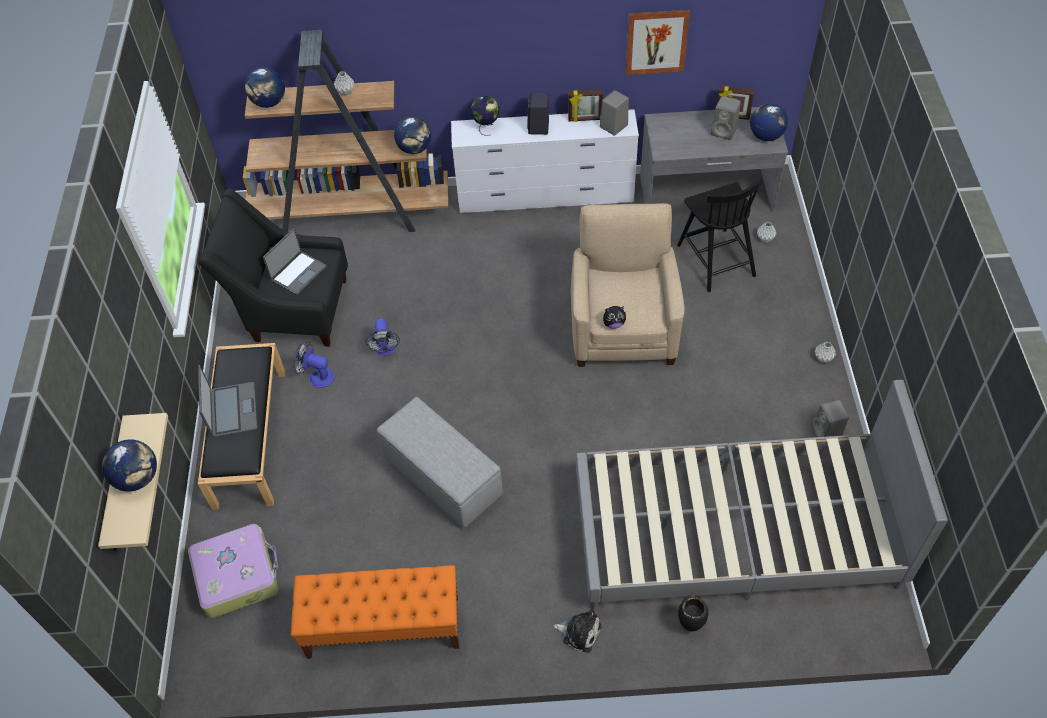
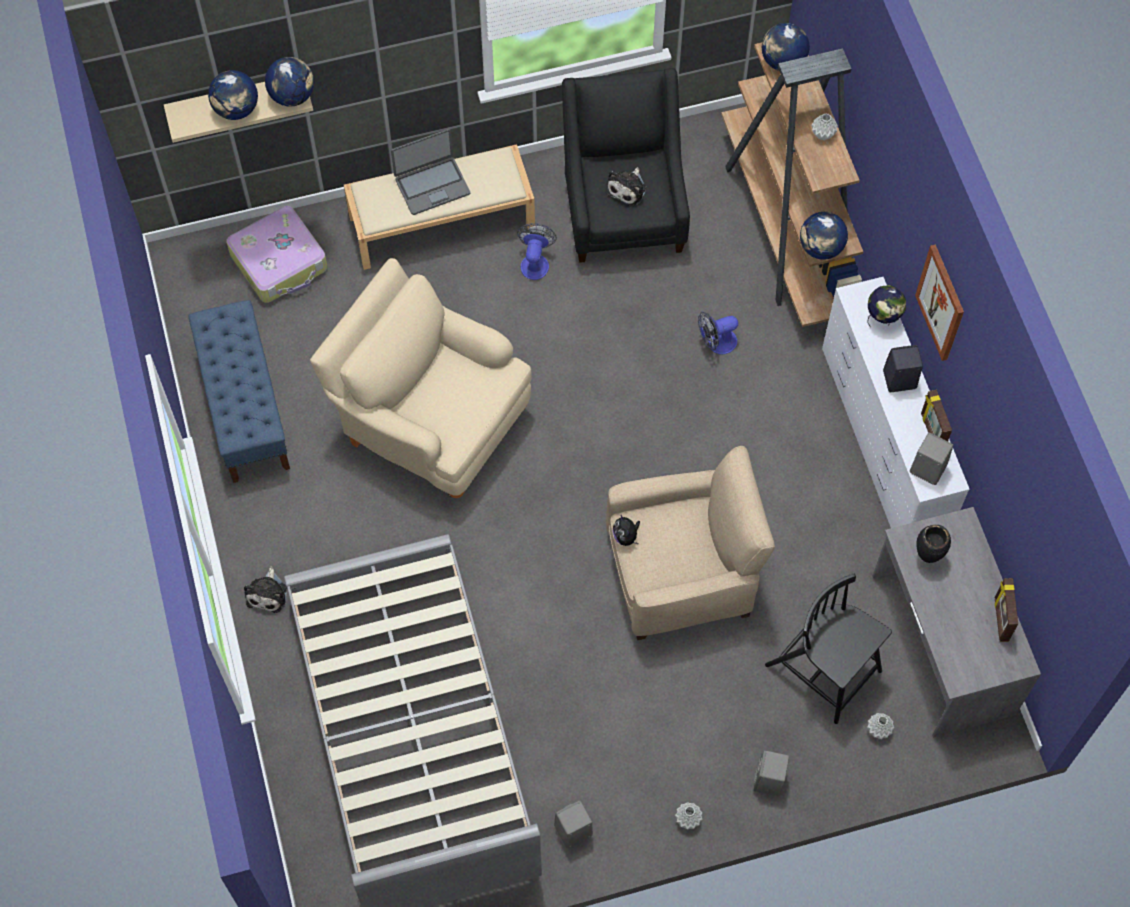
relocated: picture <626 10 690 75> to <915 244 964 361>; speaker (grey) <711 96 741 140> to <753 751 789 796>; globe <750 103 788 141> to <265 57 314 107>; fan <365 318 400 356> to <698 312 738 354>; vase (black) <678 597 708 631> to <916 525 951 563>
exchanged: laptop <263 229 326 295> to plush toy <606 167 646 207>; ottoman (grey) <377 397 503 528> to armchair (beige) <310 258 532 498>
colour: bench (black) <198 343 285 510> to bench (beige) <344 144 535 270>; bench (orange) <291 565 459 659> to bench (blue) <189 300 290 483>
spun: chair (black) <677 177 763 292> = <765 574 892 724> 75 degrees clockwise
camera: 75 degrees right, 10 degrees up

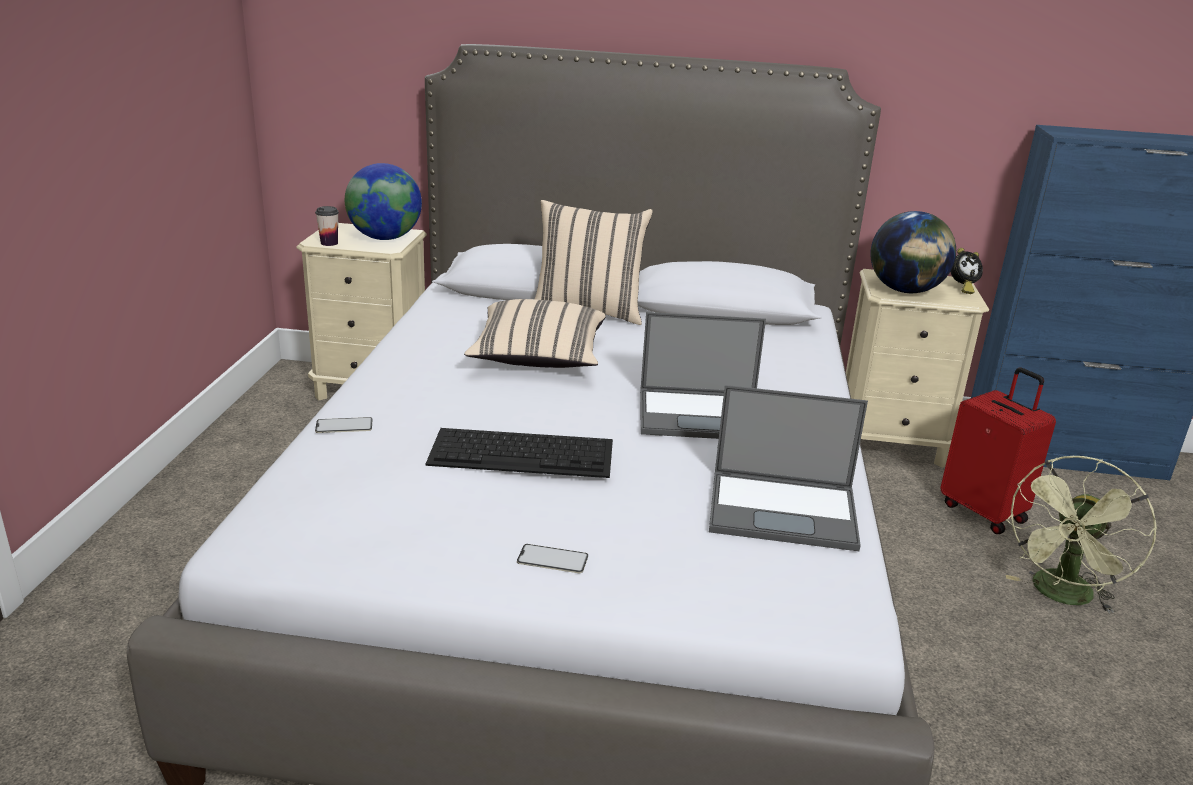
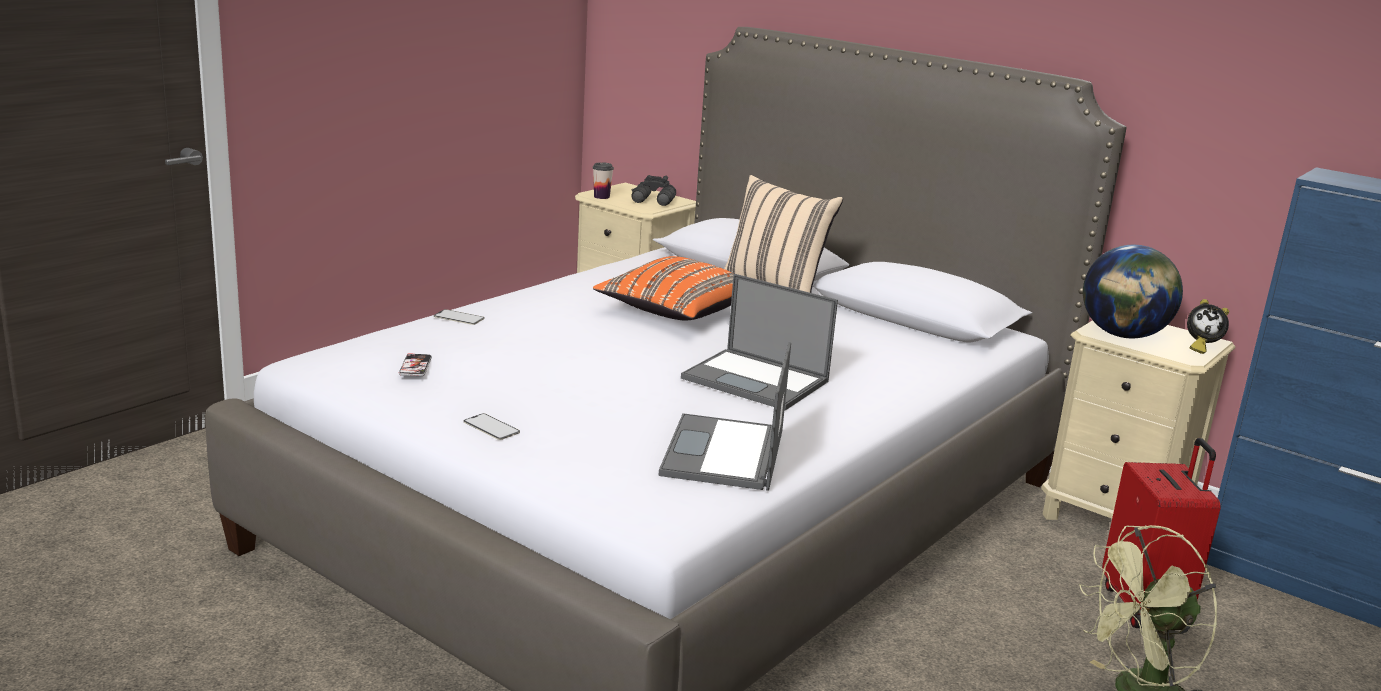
missing: keyboard <425 428 613 478>
appeared: phone <399 353 432 376>
exchanged: globe <345 163 422 240> to binoculars (black) <632 175 676 206>
colour: pillow (beige) <464 299 605 368> to pillow (orange) <593 256 734 321>
spun: laptop <709 385 868 551> = <659 342 791 491> 60 degrees clockwise
camera: 30 degrees right, 5 degrees down

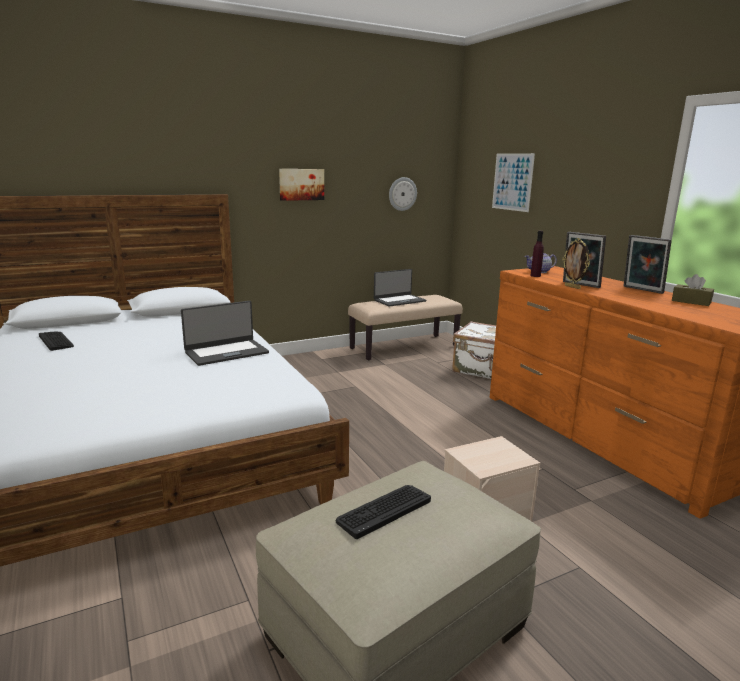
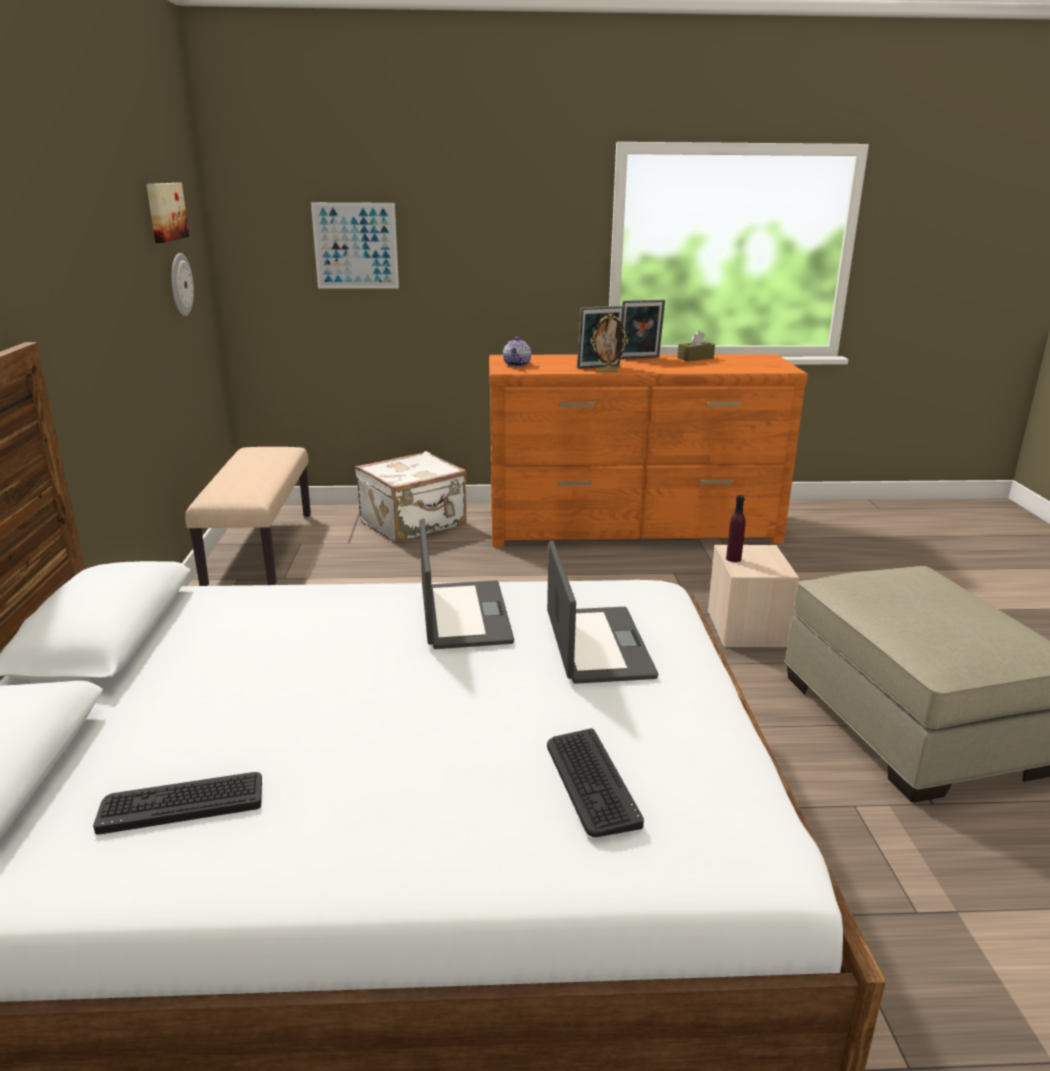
relocated: picture <279 169 324 201> to <146 183 189 243>; bottle (purple) <530 231 544 277> to <726 495 745 562>; laptop <374 269 426 307> to <547 541 658 684>; keyboard <336 485 431 539> to <547 729 644 837>
camera: 65 degrees left, 5 degrees up

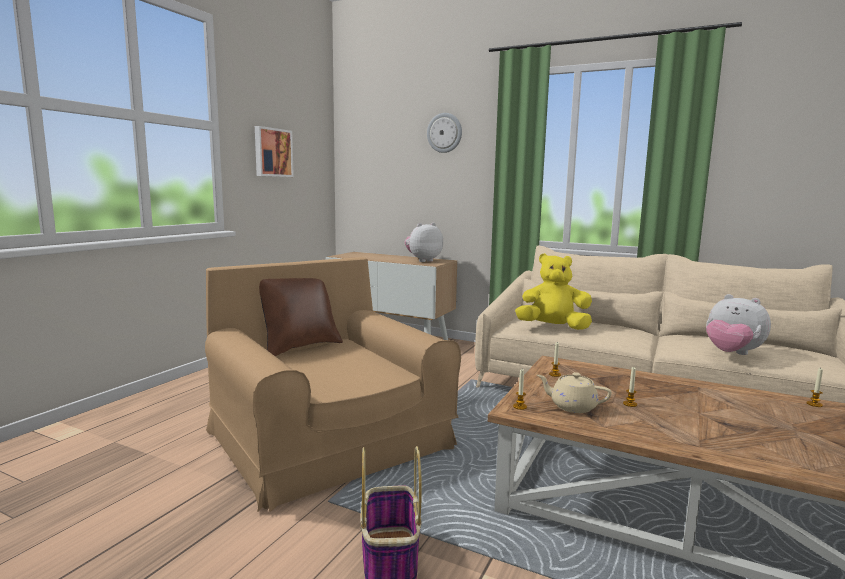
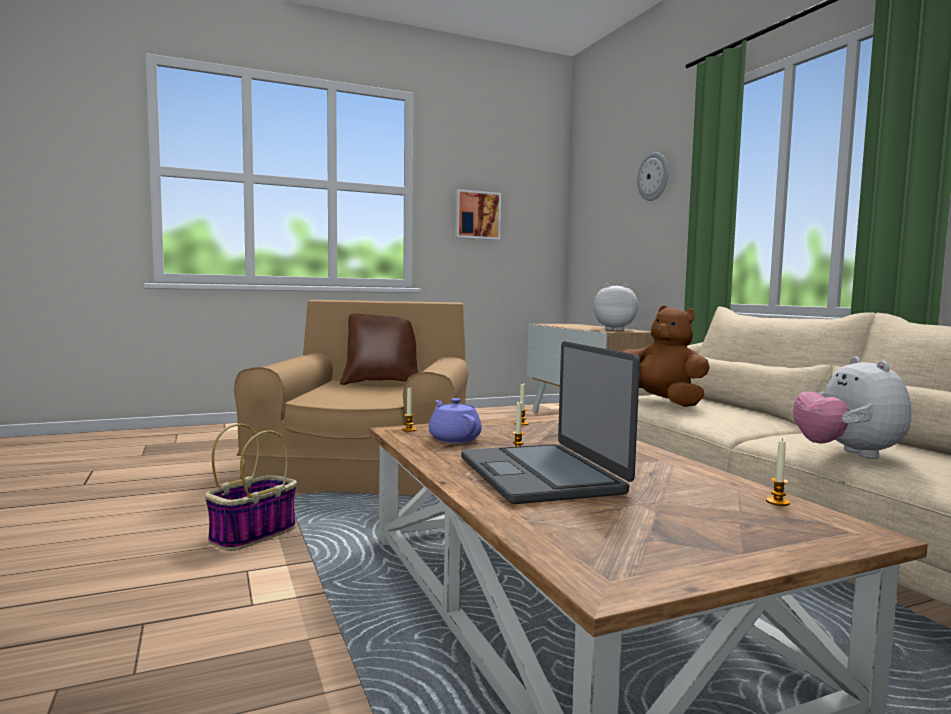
appeared: laptop <461 341 640 504>
colour: plush toy (yellow) <515 253 592 330> to plush toy (brown) <622 305 710 407>; teapot (beige) <537 372 612 413> to teapot (purple) <429 398 482 443>
camera: 40 degrees right, 5 degrees down

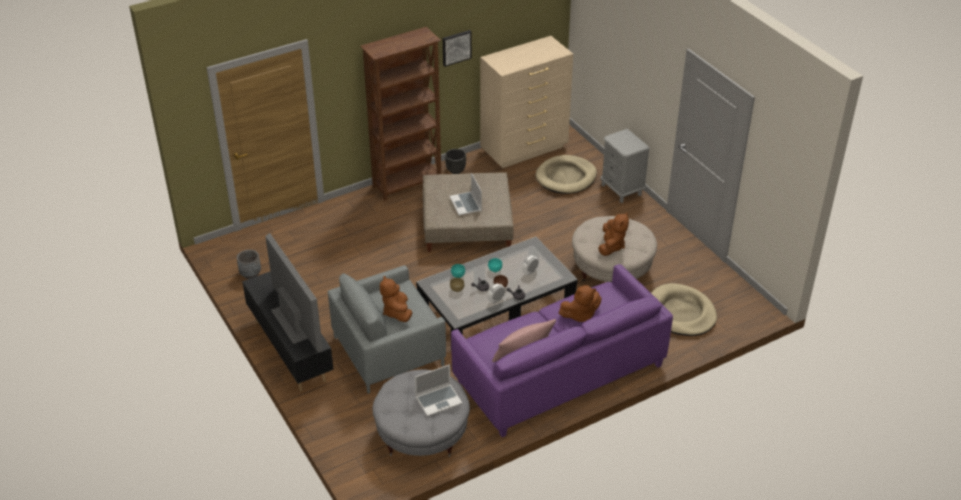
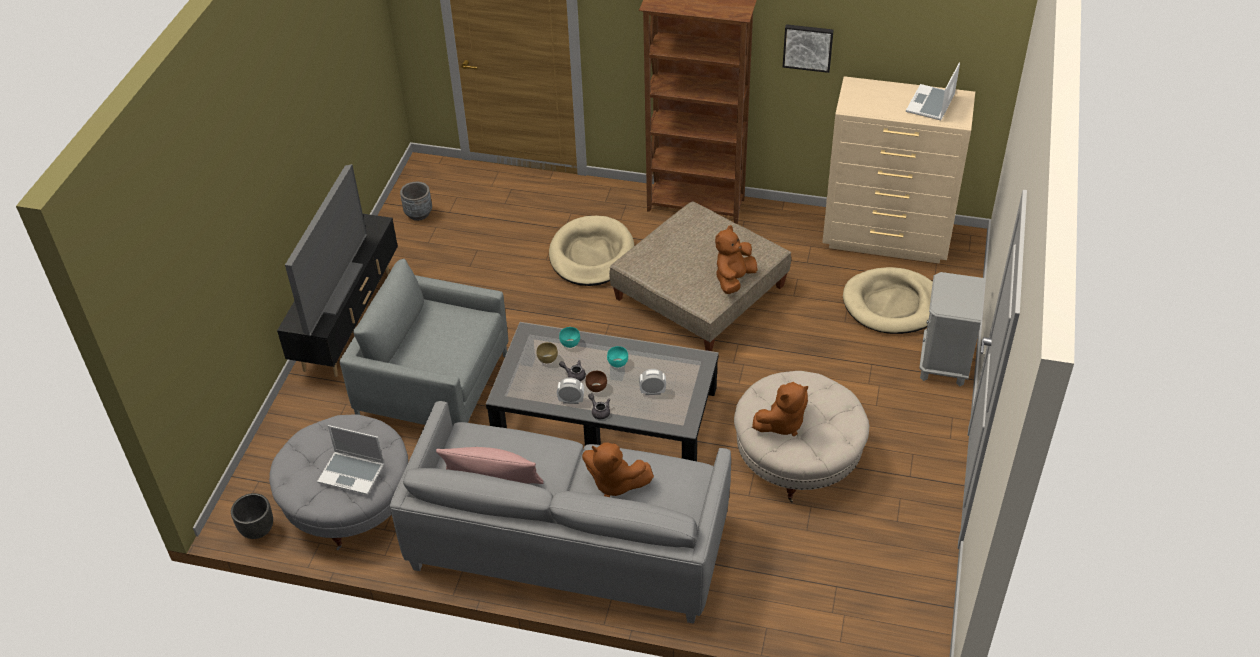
relocated: planter (black) <445 149 466 174> to <231 493 273 539>; laptop <449 173 482 215> to <906 62 960 120>; plush toy (brown) <380 275 412 322> to <715 225 757 294>; dog bed (beige) <651 283 717 336> to <549 216 634 286>
colour: sofa (purple) <451 264 673 437> to sofa (grey) <390 401 731 624>
camera: 45 degrees right, 5 degrees up

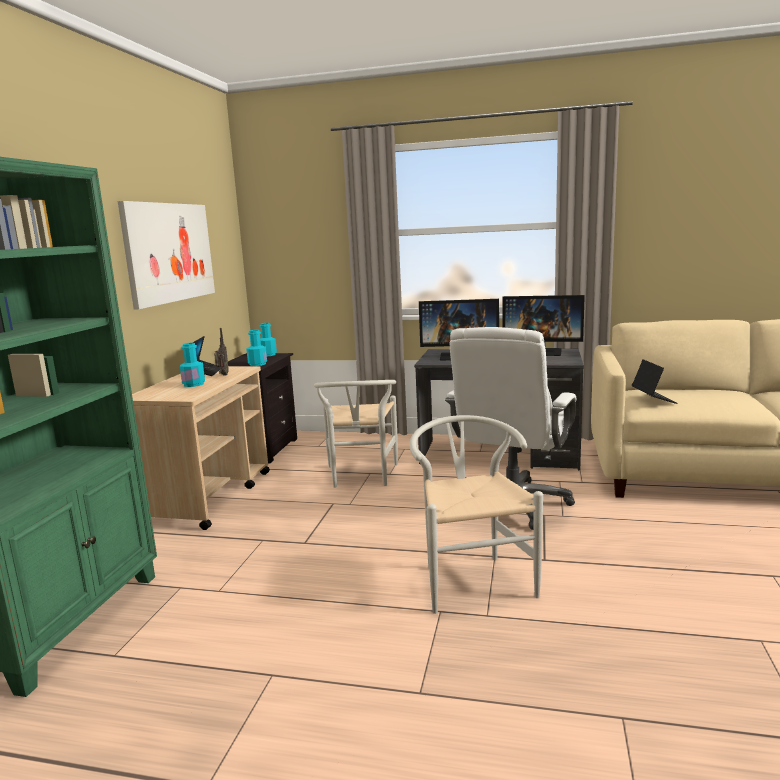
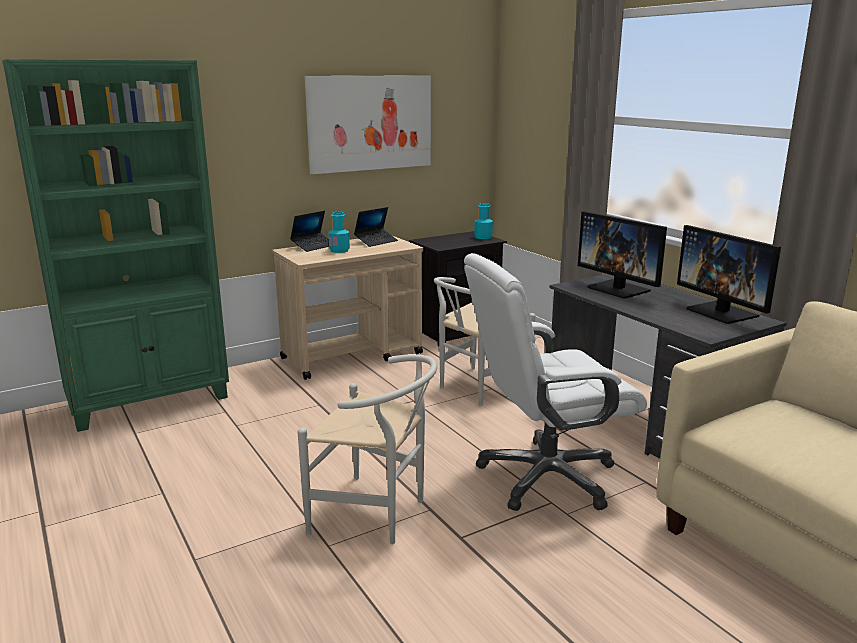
missing: radio <214 328 229 376>; bottle (turquoise) <246 330 267 366>
relocated: laptop <632 359 678 404> to <290 211 329 252>
spun: chair (white) <409 415 543 614> = <298 354 437 544> 75 degrees clockwise
camera: 45 degrees right, 5 degrees up

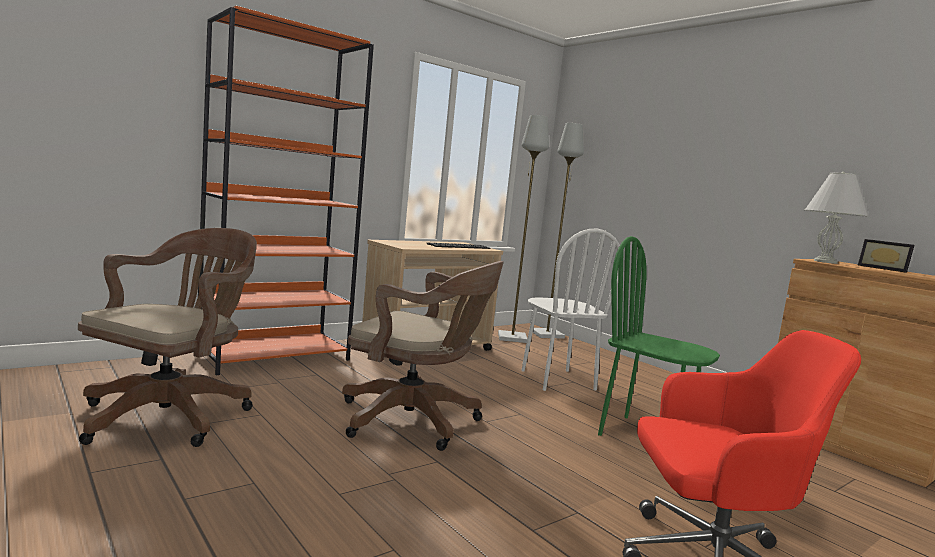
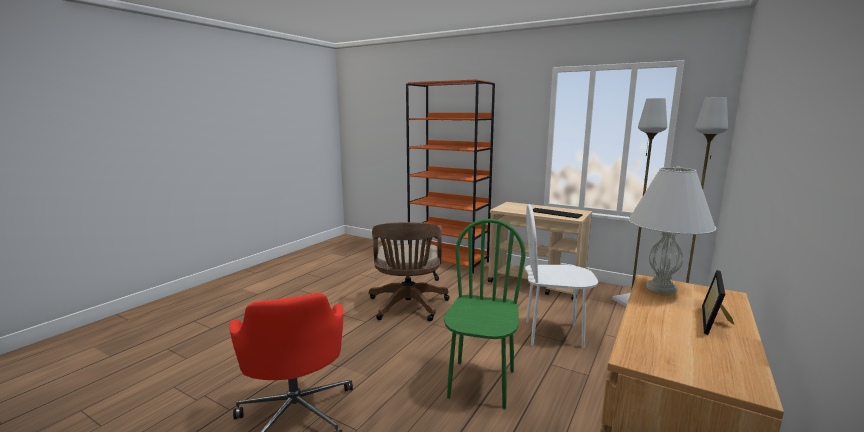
missing: office chair (brown) <78 228 257 447>
spun: chair (white) <521 229 620 391> = <525 204 598 348> 45 degrees clockwise
camera: 70 degrees right, 5 degrees up

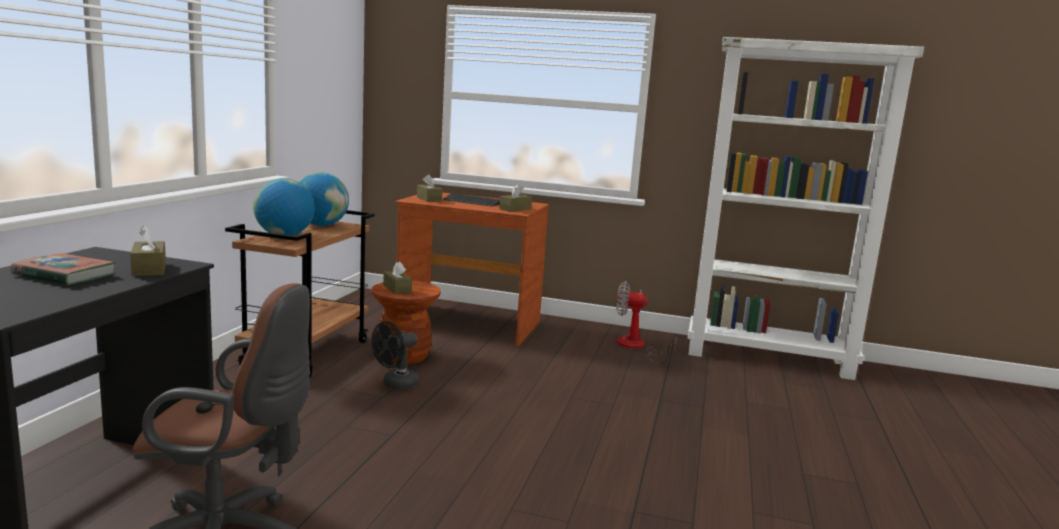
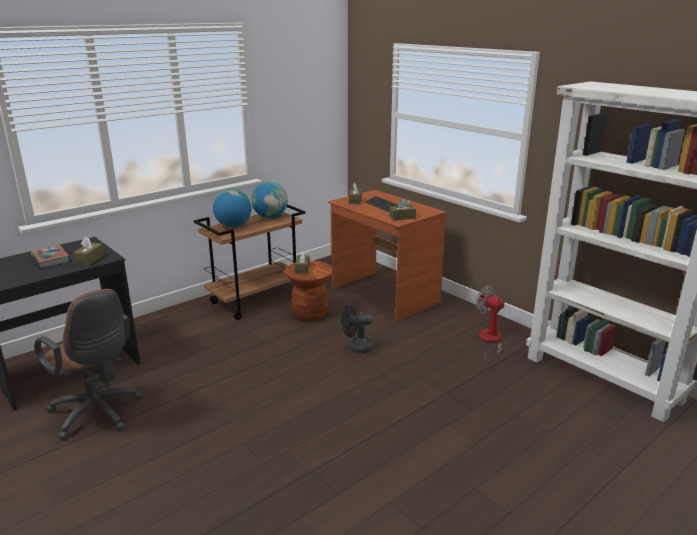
relocated: fan (black) <372 321 419 390> to <341 305 373 353>
camera: 35 degrees right, 10 degrees up

